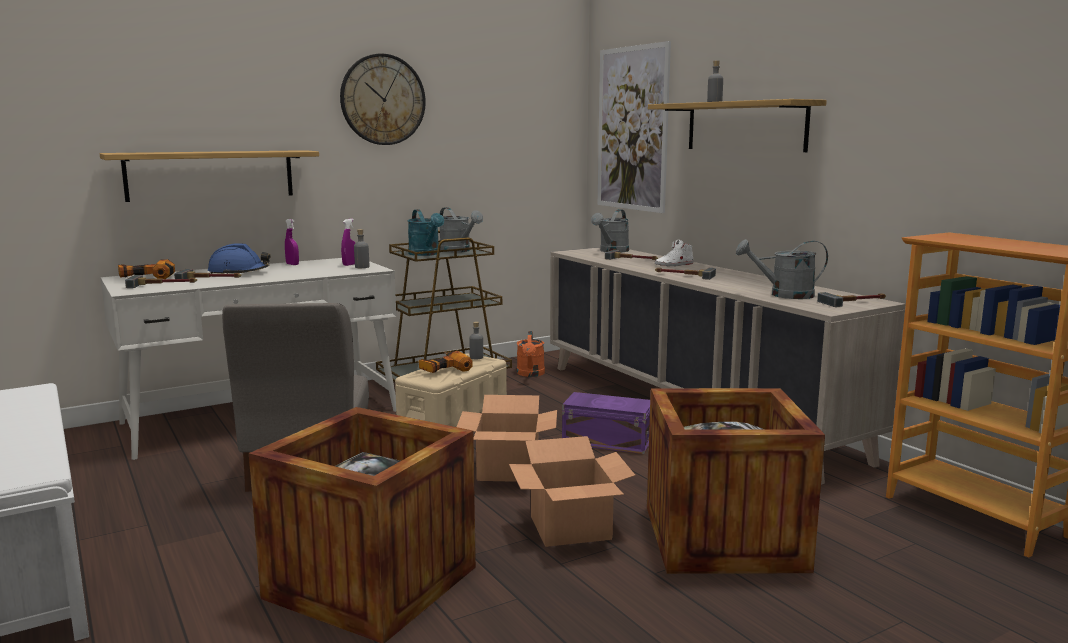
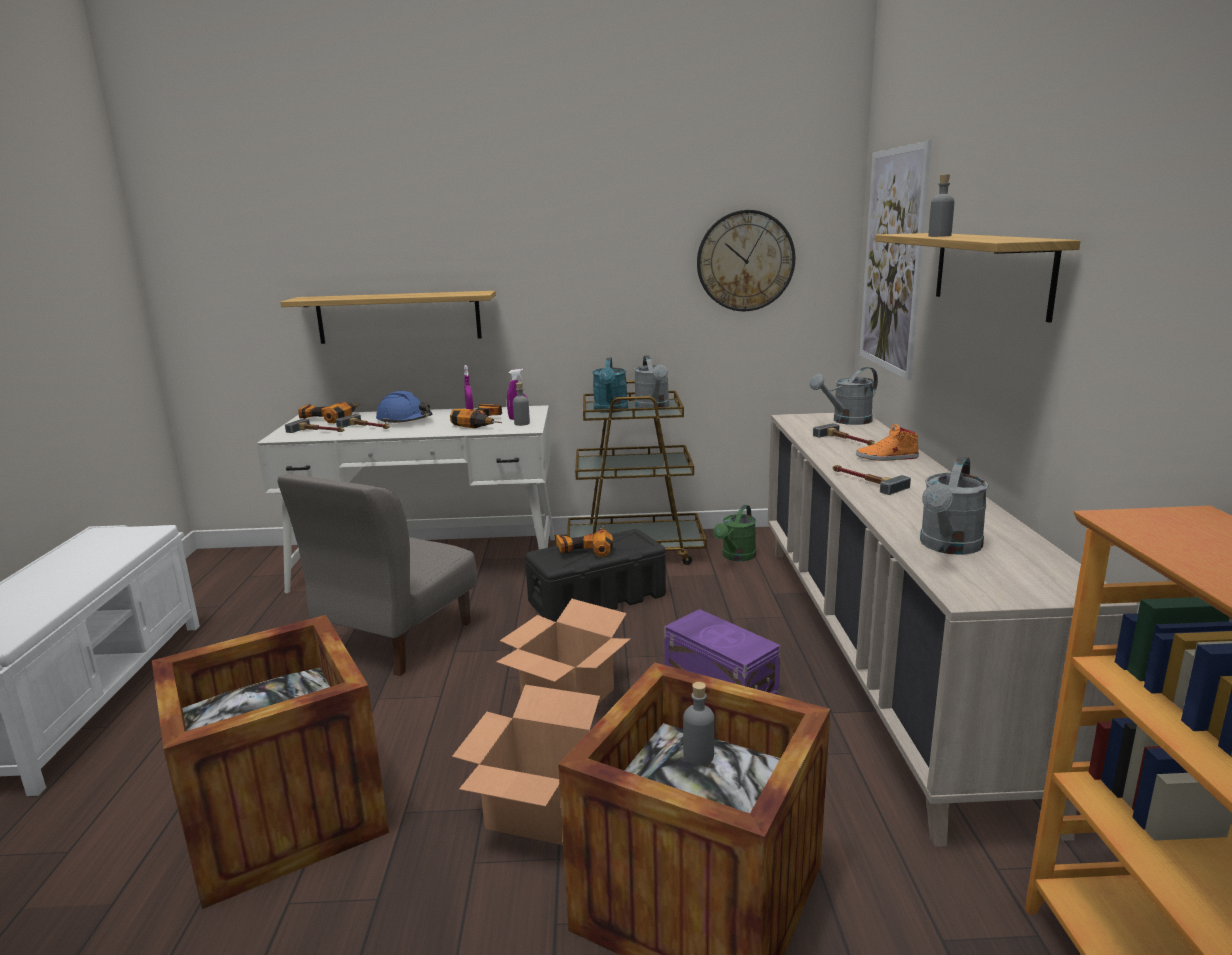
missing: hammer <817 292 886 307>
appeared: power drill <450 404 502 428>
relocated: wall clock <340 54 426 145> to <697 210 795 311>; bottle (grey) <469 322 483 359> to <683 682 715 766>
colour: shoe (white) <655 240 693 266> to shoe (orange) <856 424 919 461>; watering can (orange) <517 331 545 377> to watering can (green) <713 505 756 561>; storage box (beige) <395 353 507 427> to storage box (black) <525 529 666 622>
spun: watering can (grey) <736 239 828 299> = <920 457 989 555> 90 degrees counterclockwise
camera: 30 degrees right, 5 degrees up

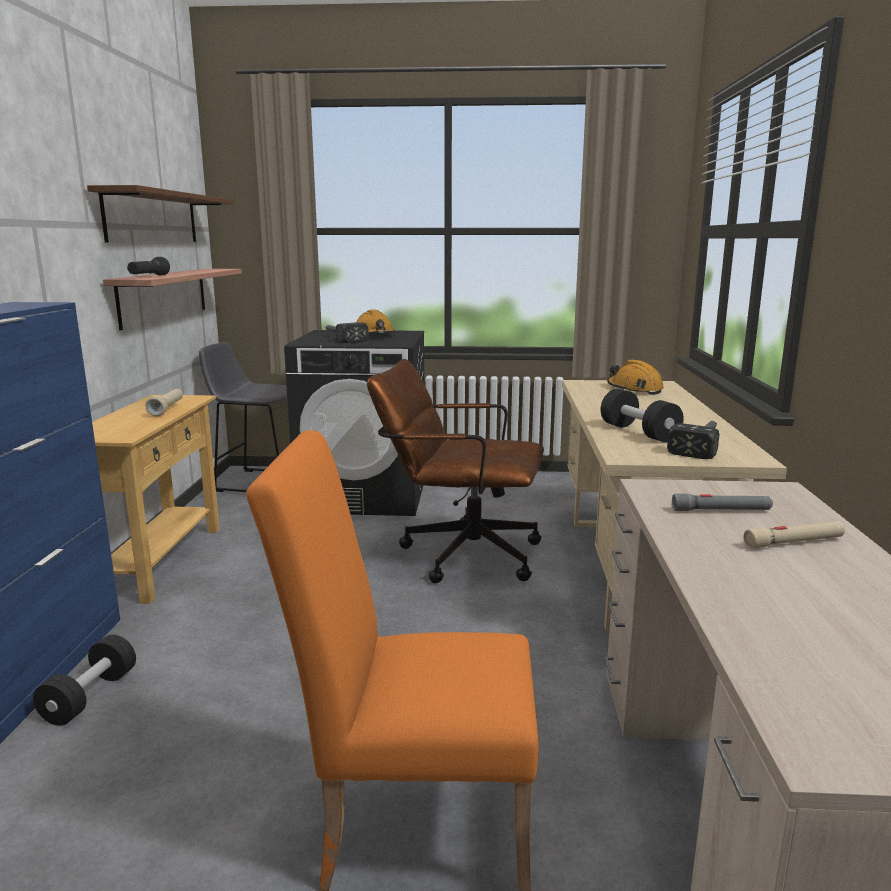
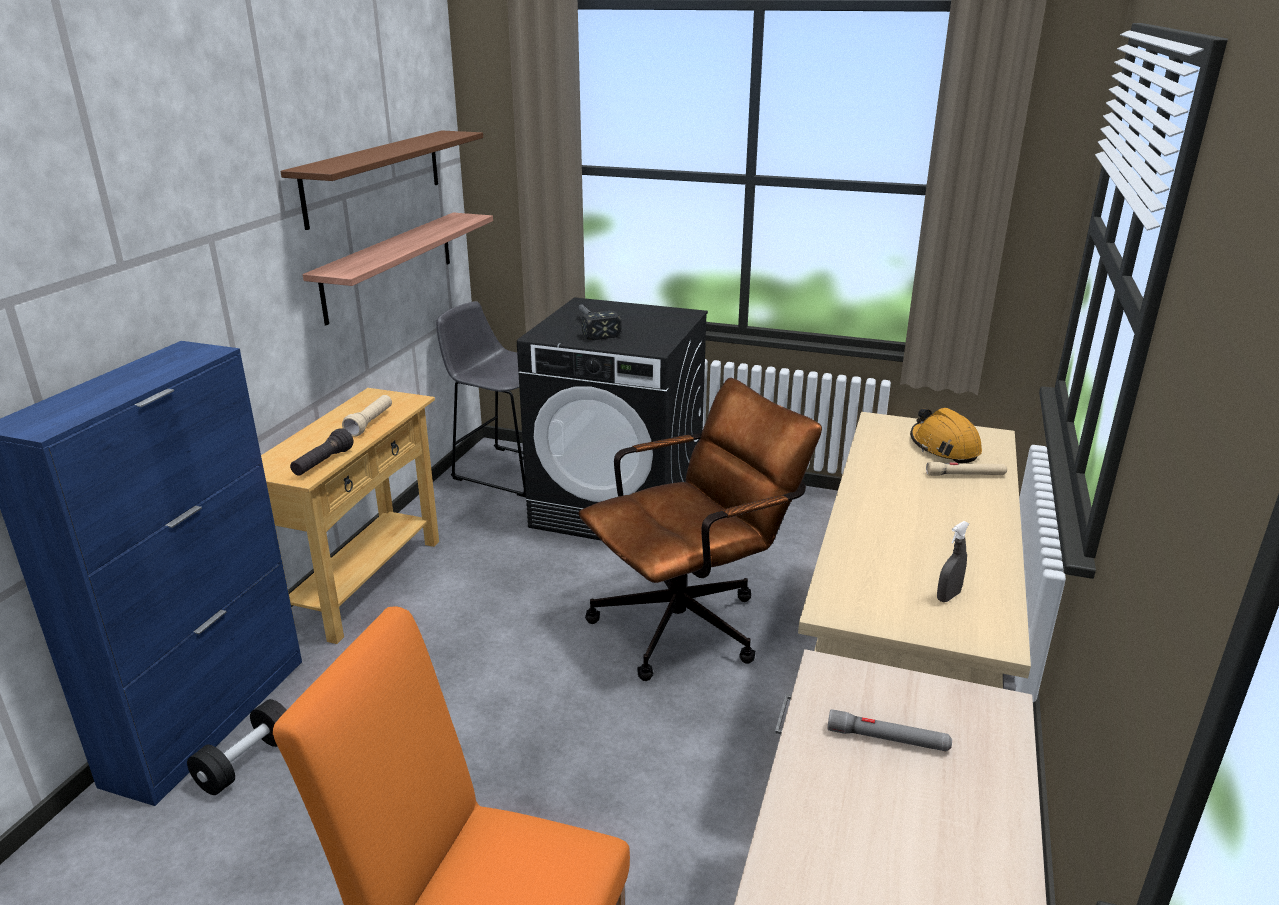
missing: hard hat (orange) <357 310 395 334>; dumbbell (black) <601 389 684 442>
relocated: flashlight (black) <127 257 170 275> to <290 428 353 476>; flashlight (beige) <743 521 845 549> to <926 462 1007 476>
exchanged: hammer <667 421 719 459> to spray bottle (grey) <937 521 969 602>
spun: office chair (brown) <367 359 544 583> = <578 378 822 681> 120 degrees clockwise
camera: 15 degrees right, 10 degrees up

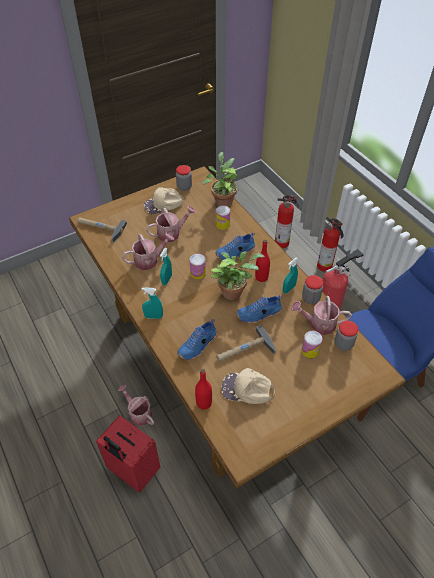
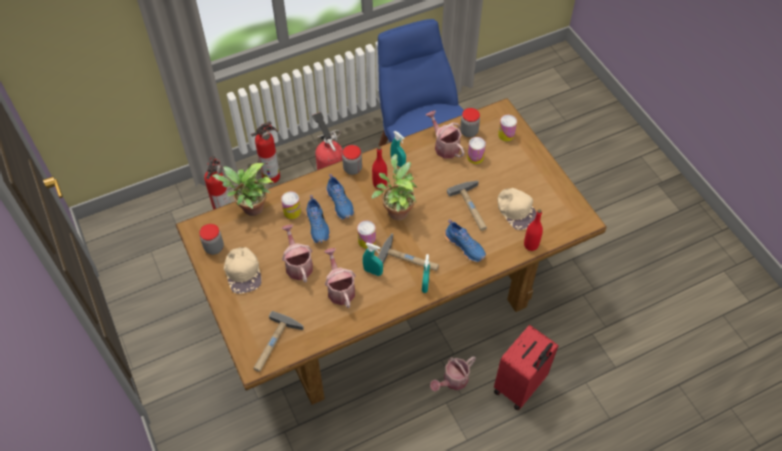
appeared: can <498 115 517 141>; hammer <378 233 439 271>
relocated: jar <302 275 323 304> to <342 145 362 175>; shoe (blue) <236 295 282 324> to <306 195 330 244>
spun: watering can <291 296 352 335> = <426 110 464 159> 135 degrees clockwise; cap (beige) <222 368 275 404> = <497 188 537 230> 45 degrees counterclockwise
camera: 85 degrees left, 5 degrees up

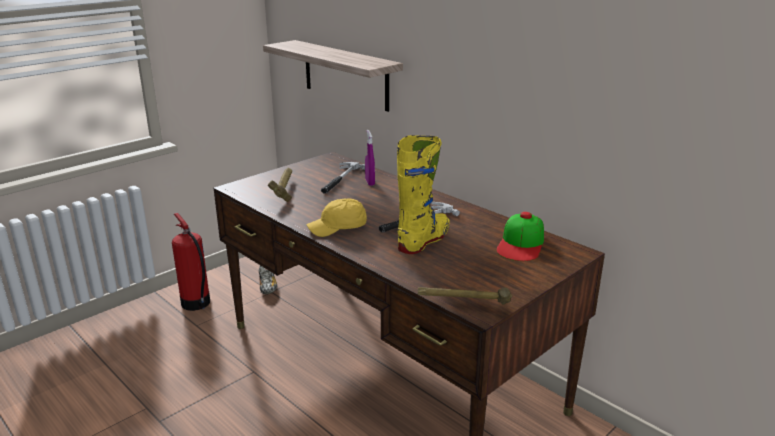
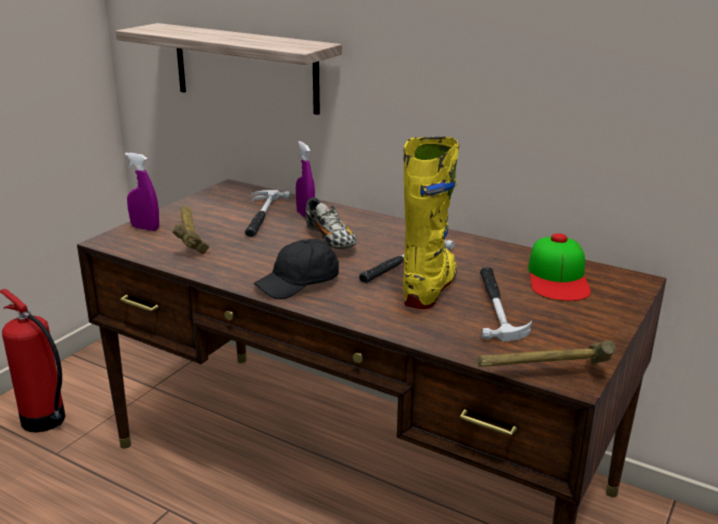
appeared: spray bottle (purple) <125 153 159 231>; hammer <480 267 532 341>
relocated: shoe <259 265 277 294> to <305 197 357 249>
colour: cap (yellow) <306 199 367 237> to cap (black) <253 239 339 299>
camera: 15 degrees left, 0 degrees up

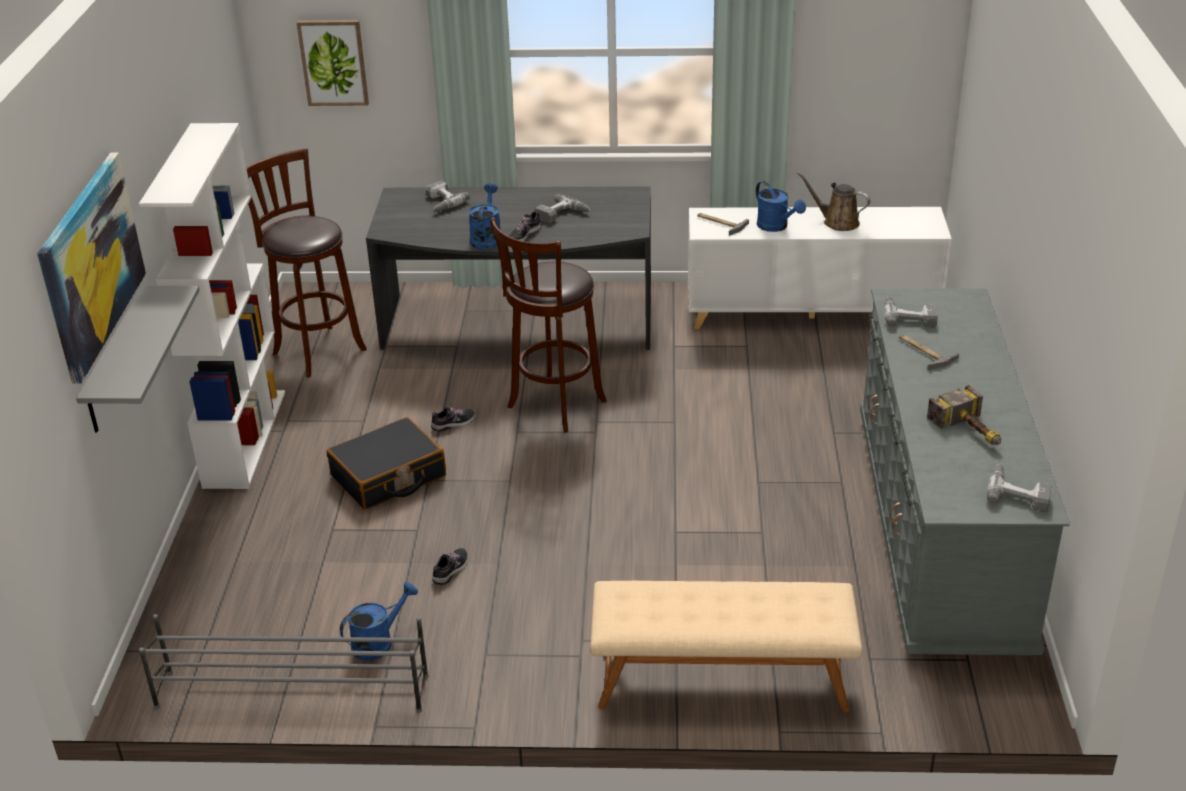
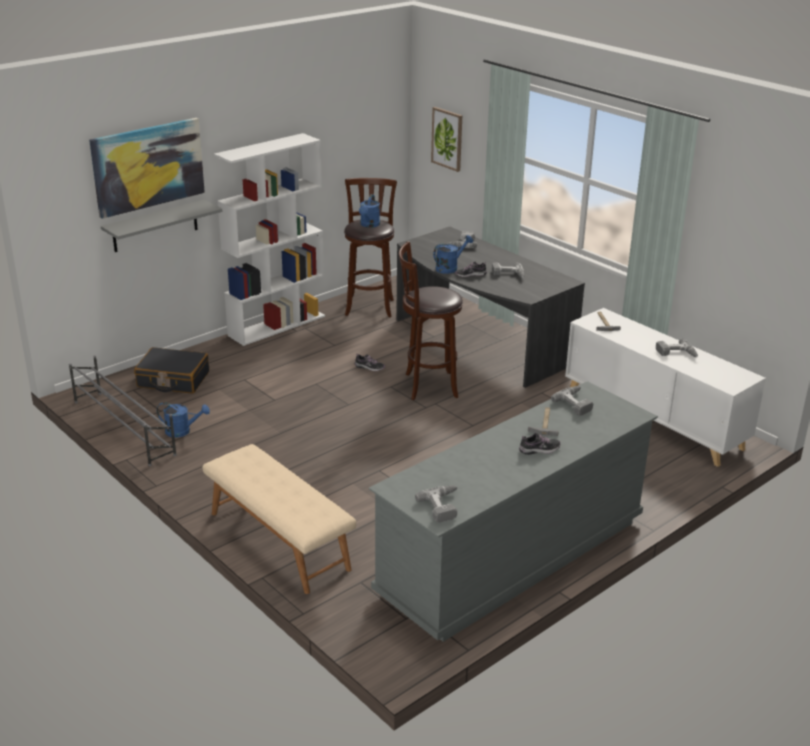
missing: hammer <927 385 1001 445>
relocated: watering can (blue) <756 181 806 232> to <359 194 380 228>; suitcase (black) <326 417 446 509> to <134 347 209 394>; shoe <432 548 468 585> to <519 433 560 455>
exchanged: watering can (brown) <797 172 870 231> to power drill <656 338 698 357>
camera: 45 degrees right, 5 degrees down

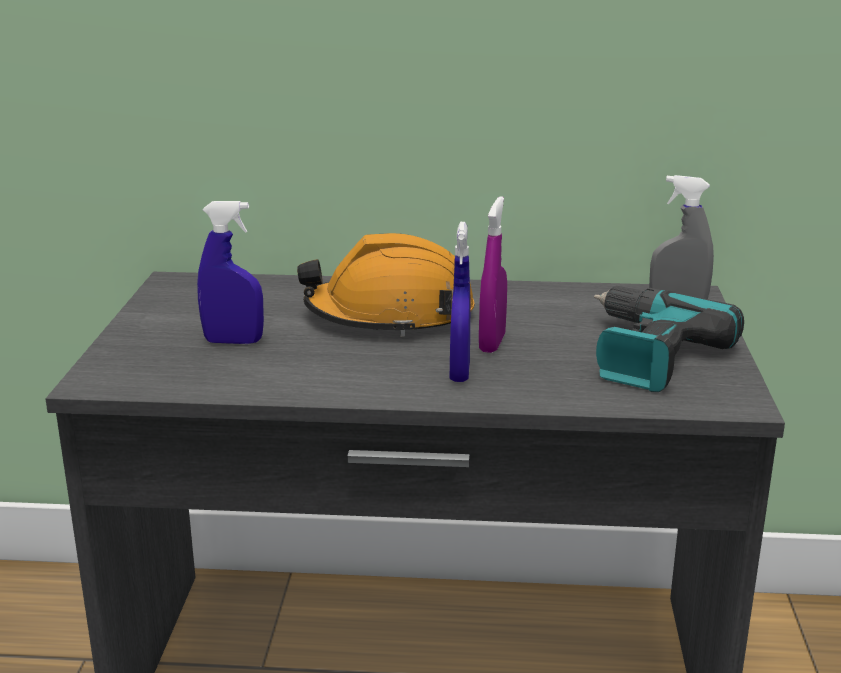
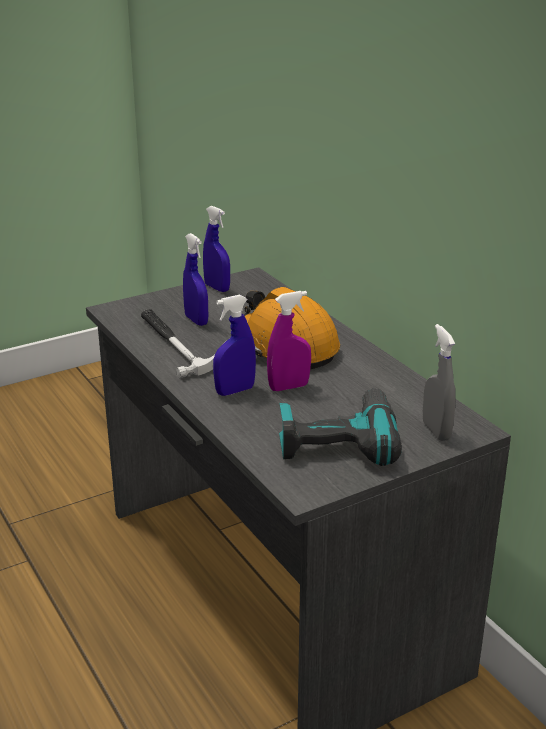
appeared: spray bottle (blue) <203 206 230 292>; hammer <141 309 215 378>
camera: 55 degrees right, 5 degrees up

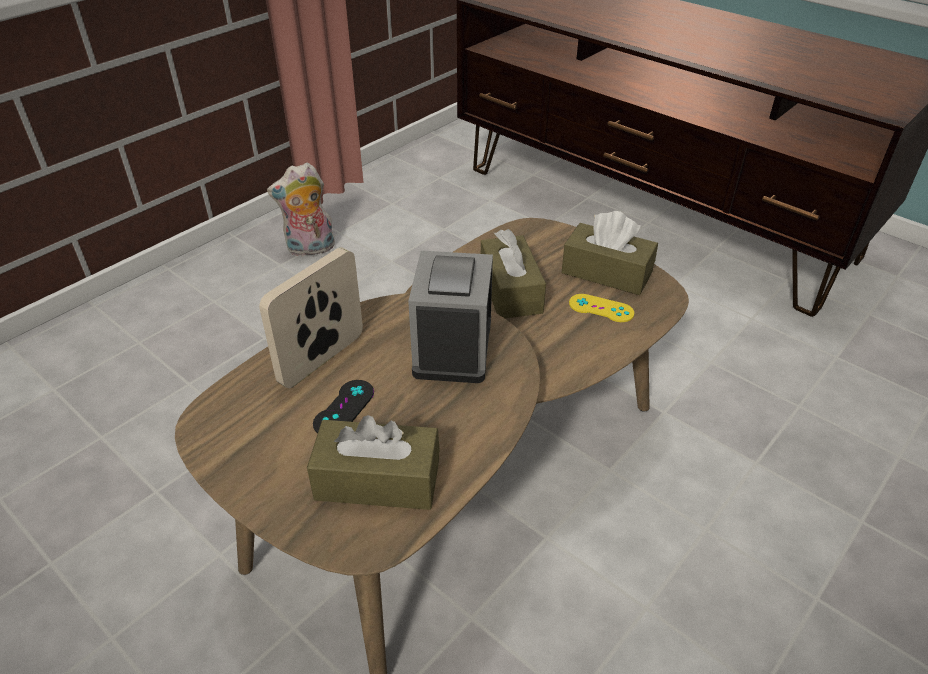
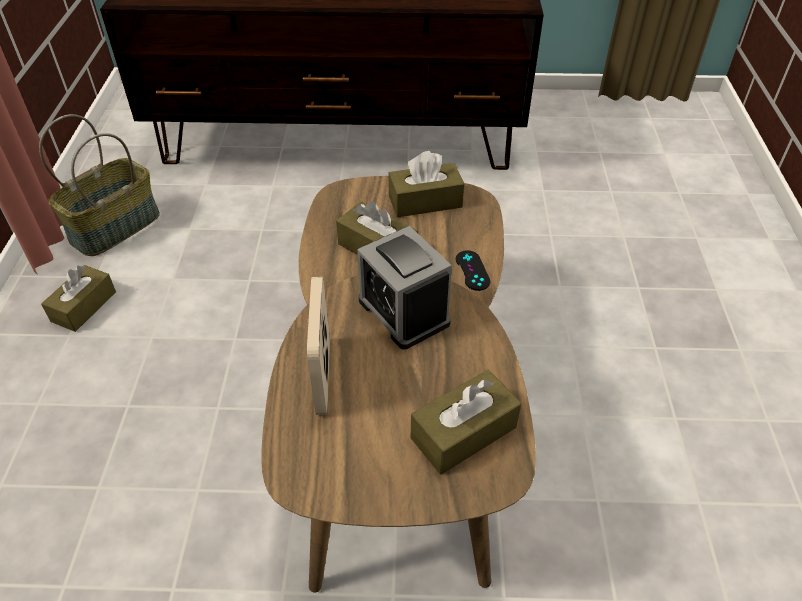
missing: game controller (yellow) <569 294 634 322>
appeared: basket <39 114 160 256>
relocated: game controller (black) <313 380 374 434> to <456 250 490 291>
exchanged: plush toy <267 162 335 257> to tissue box (brown) <41 265 116 332>
camera: 40 degrees left, 5 degrees up

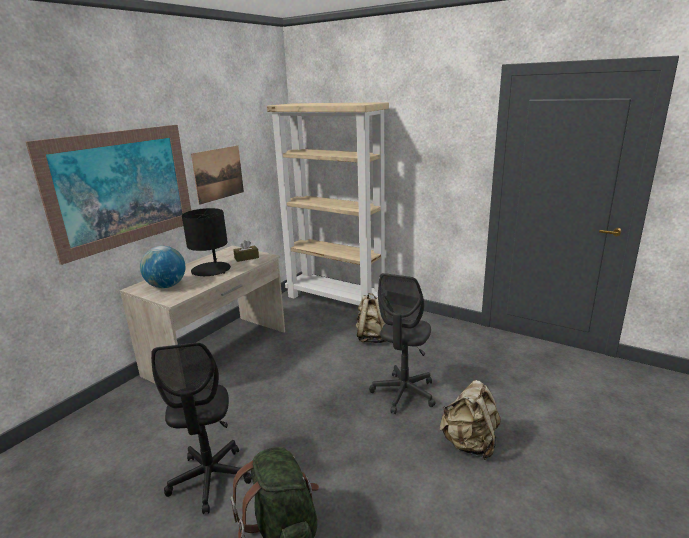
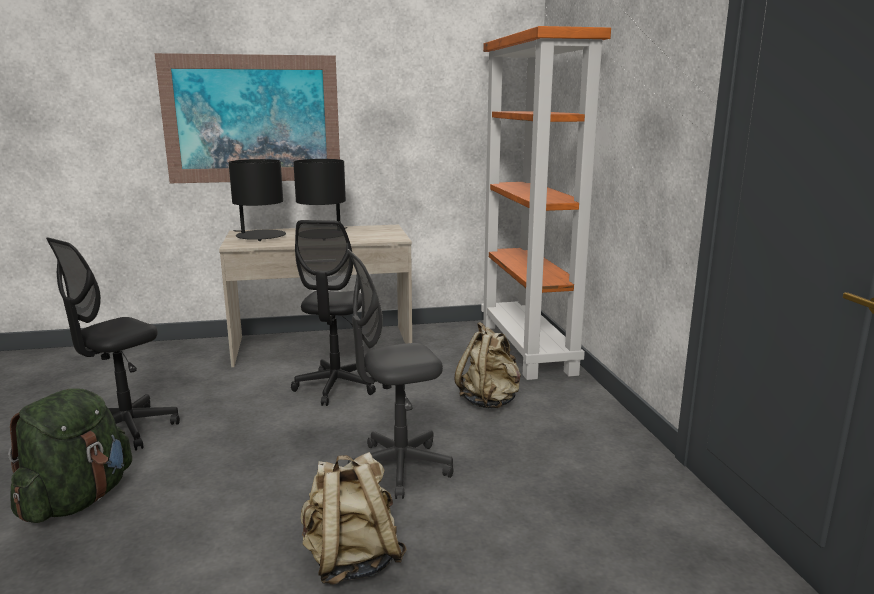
missing: picture <191 145 244 205>; tissue box (brown) <233 240 259 262>
appeared: office chair (black) <291 220 376 406>
exchanged: globe <140 246 185 288> to table lamp (black) <229 159 286 241>
colour: bookcase (beige) <267 102 389 306> to bookcase (orange) <481 26 611 380>
camera: 45 degrees right, 5 degrees down

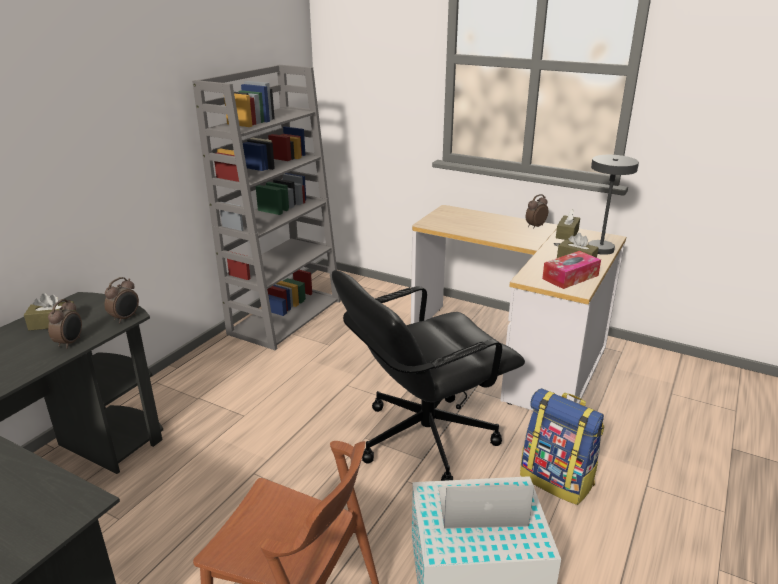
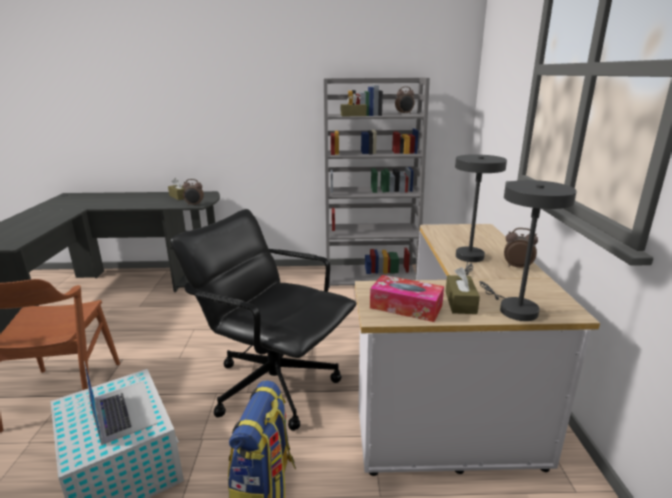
appeared: table lamp (grey) <455 154 507 275>
relocated: tissue box (brown) <556 209 580 240> to <341 94 367 117>; alarm clock <48 299 82 349> to <395 87 414 114>
camera: 60 degrees right, 5 degrees down

